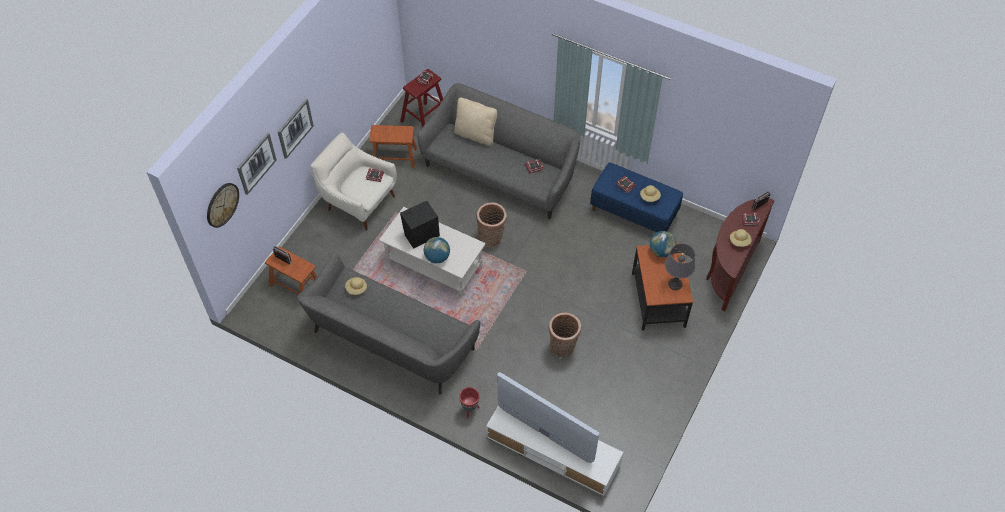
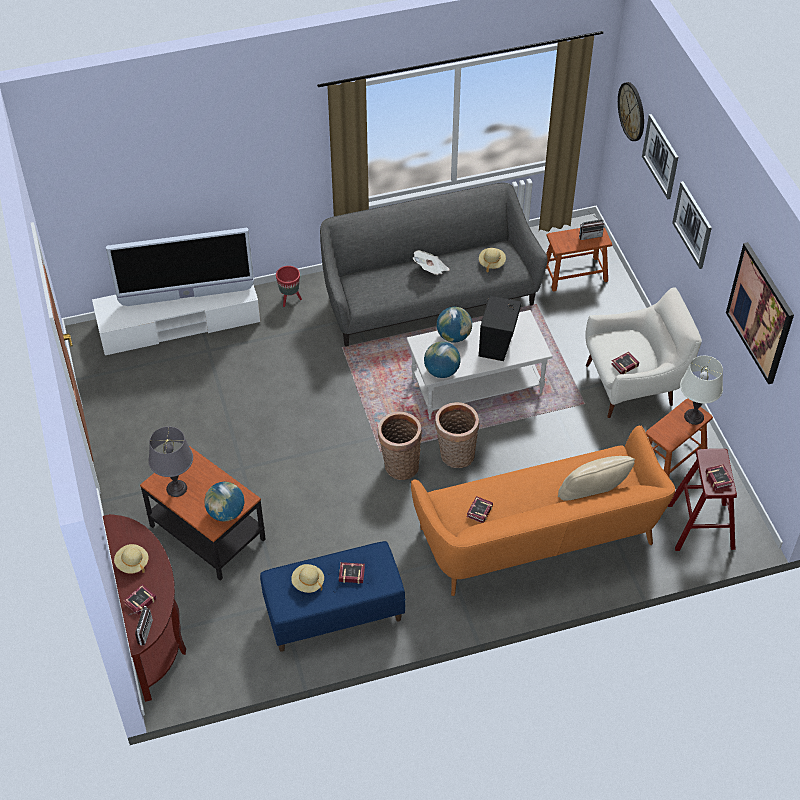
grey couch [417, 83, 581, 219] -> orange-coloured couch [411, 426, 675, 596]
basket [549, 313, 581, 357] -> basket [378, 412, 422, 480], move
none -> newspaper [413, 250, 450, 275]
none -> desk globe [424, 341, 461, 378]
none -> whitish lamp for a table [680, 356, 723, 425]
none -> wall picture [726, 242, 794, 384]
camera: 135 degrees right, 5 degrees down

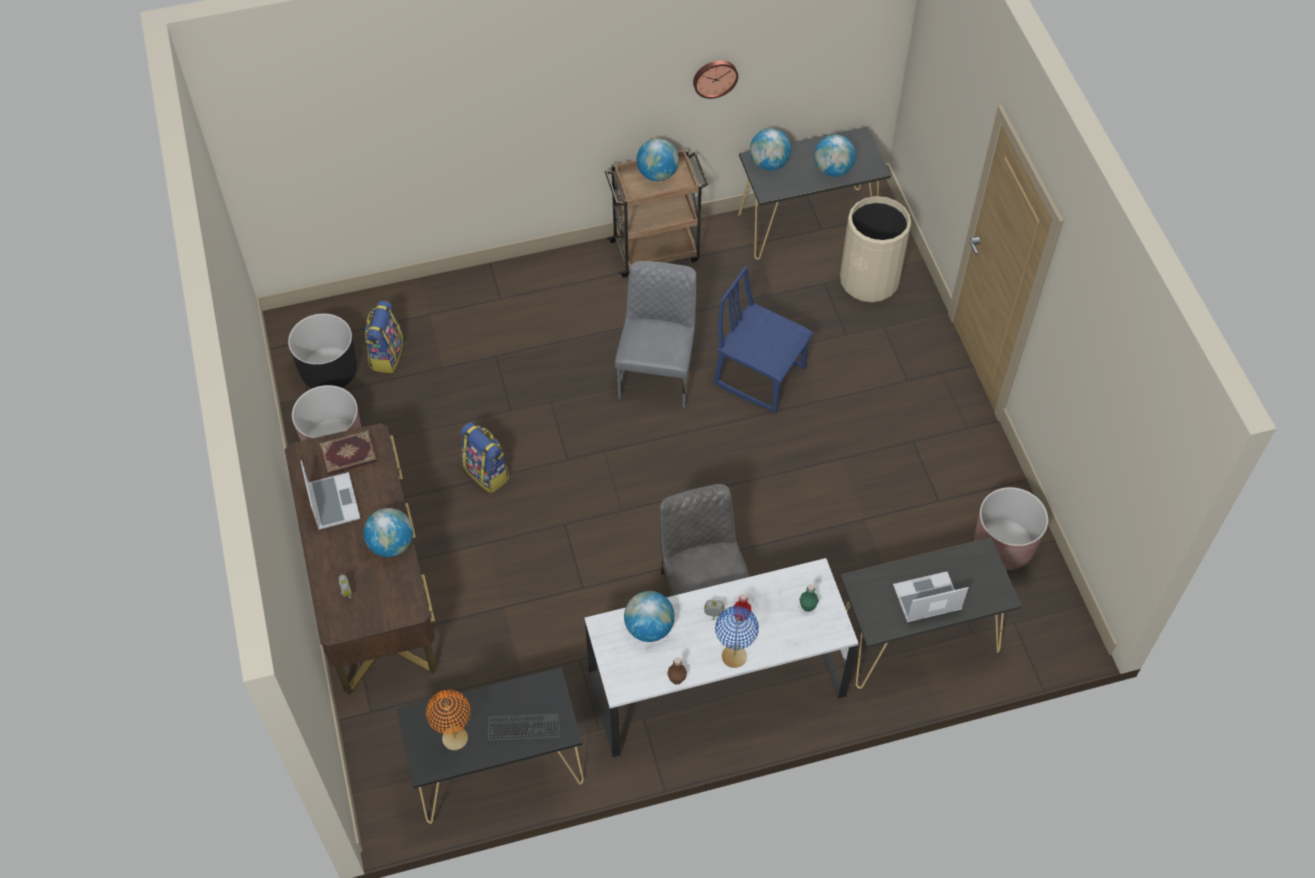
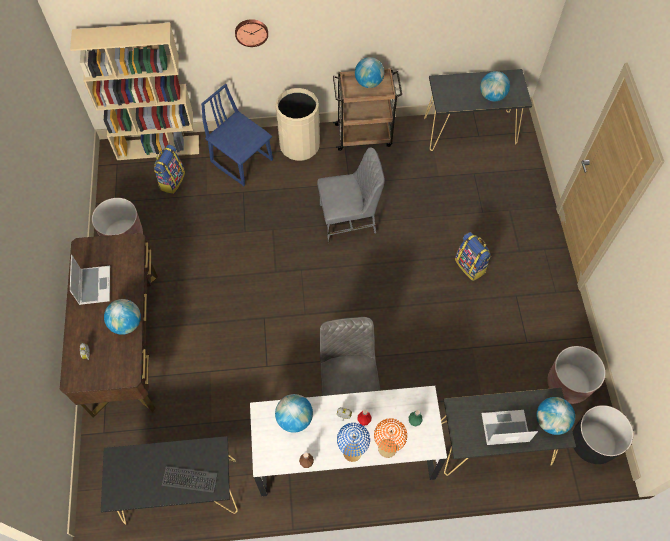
black-coloured plant pot [288, 313, 357, 388] -> black-coloured plant pot [573, 405, 633, 464], move
bound book [319, 430, 377, 475] -> none
orange-coloured lamp for a table [426, 690, 471, 750] -> orange-coloured lamp for a table [374, 418, 407, 458], move
knapsack [461, 422, 509, 493] -> knapsack [455, 232, 491, 281], move
grey chair [615, 261, 696, 408] -> grey chair [317, 147, 385, 243], 60 degrees clockwise
wall clock [693, 60, 738, 99] -> wall clock [235, 19, 268, 47], move
blue chair [714, 266, 814, 413] -> blue chair [201, 84, 273, 186], move
desk globe [750, 128, 791, 171] -> desk globe [537, 397, 575, 435], move
beige trash can [840, 196, 911, 303] -> beige trash can [275, 88, 320, 161], move
none -> beige shelving unit [70, 23, 199, 160]
camera: 10 degrees right, 5 degrees up

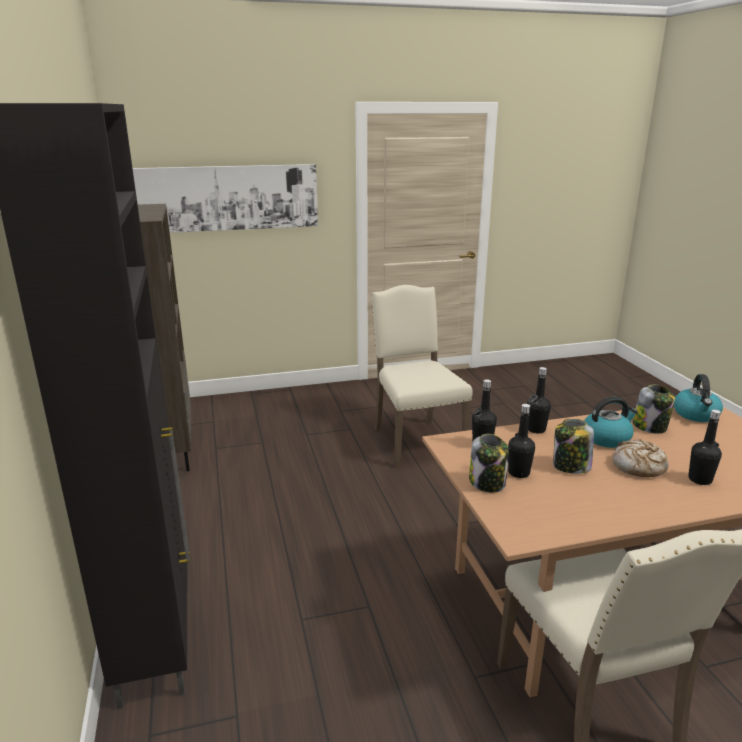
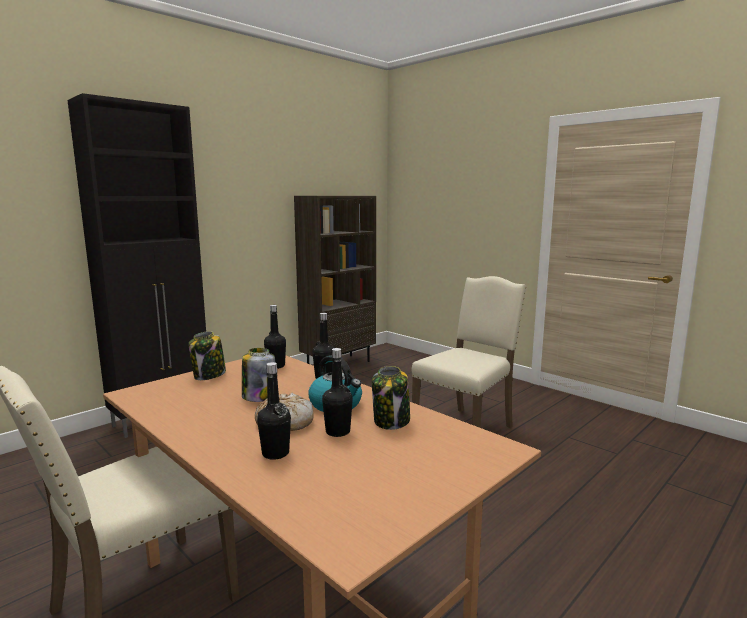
wall picture [133, 164, 318, 233] -> none
black-coloured beverage bottle [508, 404, 535, 478] -> black-coloured beverage bottle [322, 348, 353, 437], move
tea kettle [674, 374, 723, 422] -> none
camera: 60 degrees right, 10 degrees down

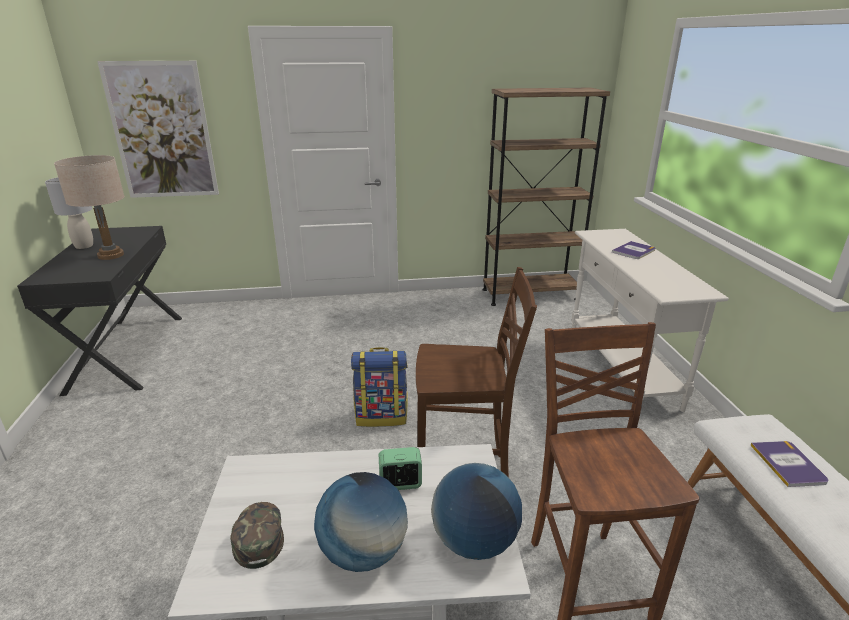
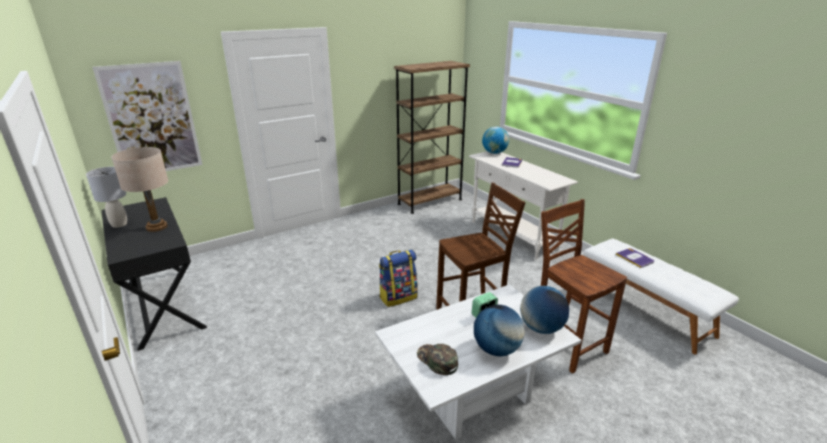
none -> desk globe [482, 127, 509, 154]
camera: 25 degrees left, 0 degrees up

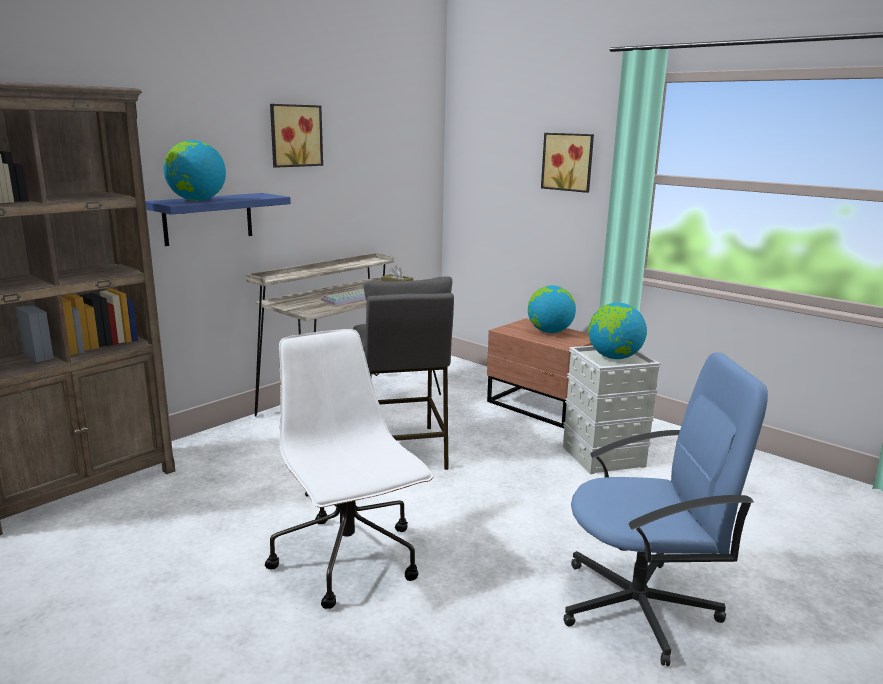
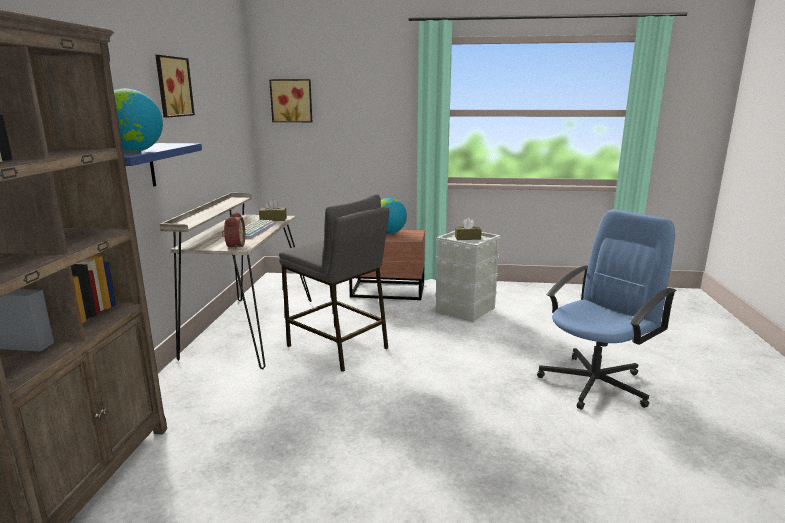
whitish office chair [265, 329, 433, 609] -> none
wall picture [541, 133, 594, 193] -> wall picture [269, 79, 312, 122], move
desk globe [588, 303, 647, 359] -> brown tissue holder [455, 218, 482, 240]
none -> bedside clock [222, 211, 245, 250]
camera: 35 degrees left, 0 degrees up

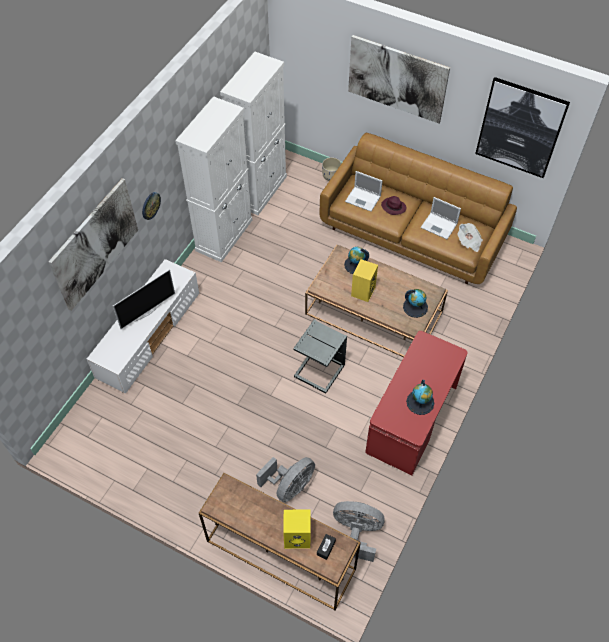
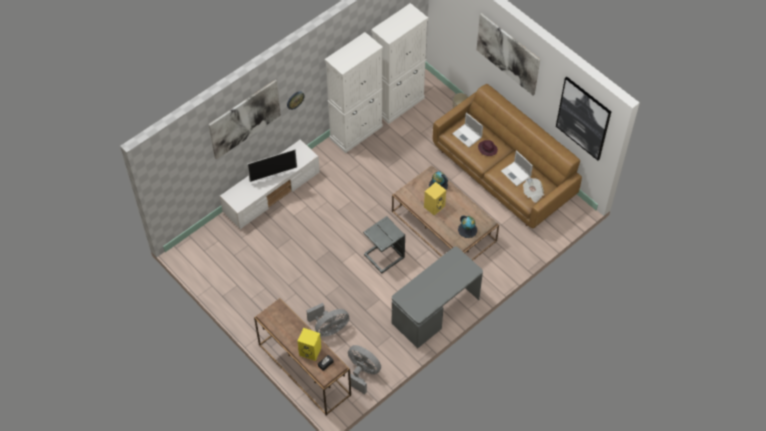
red desk unit [365, 331, 468, 475] -> grey desk unit [392, 247, 483, 349]
desk globe [406, 380, 434, 415] -> none
camera: 20 degrees right, 0 degrees up

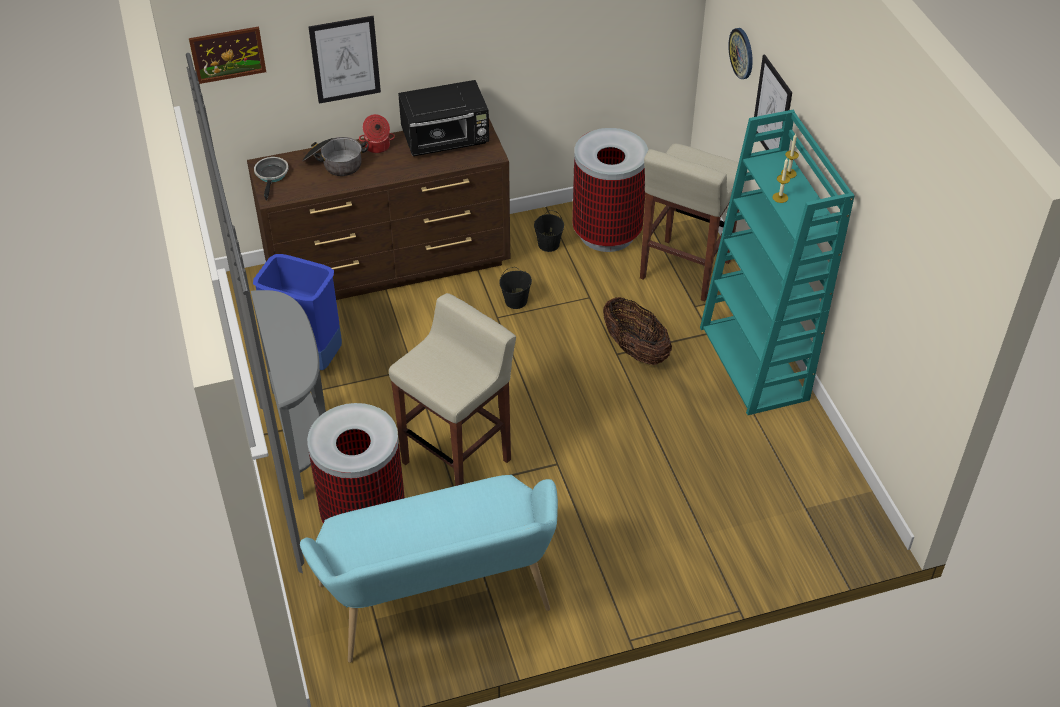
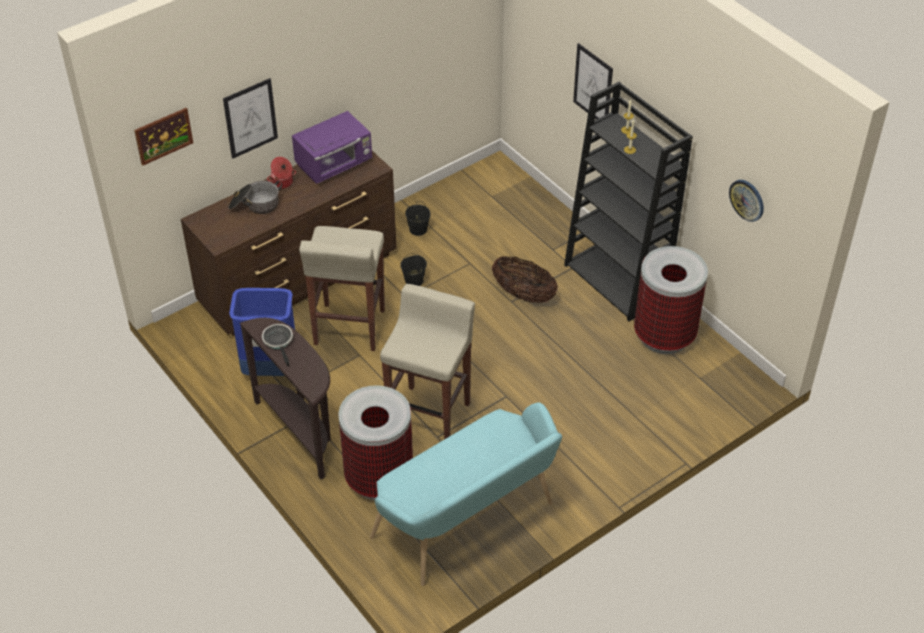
grey narrow table [251, 290, 326, 500] -> brown narrow table [239, 318, 331, 480]
pan [254, 157, 289, 201] -> pan [262, 324, 293, 366], move
black-coloured microwave oven [398, 80, 489, 156] -> purple-coloured microwave oven [292, 111, 372, 184]
trash can [572, 128, 648, 252] -> trash can [634, 246, 708, 354], move
beige stool seat [640, 144, 739, 302] -> beige stool seat [299, 226, 385, 351], move
turquoise shelving unit [700, 110, 855, 415] -> black-coloured shelving unit [564, 82, 693, 321]
wall clock [728, 28, 753, 79] -> wall clock [729, 180, 764, 222], move
camera: 20 degrees left, 0 degrees up

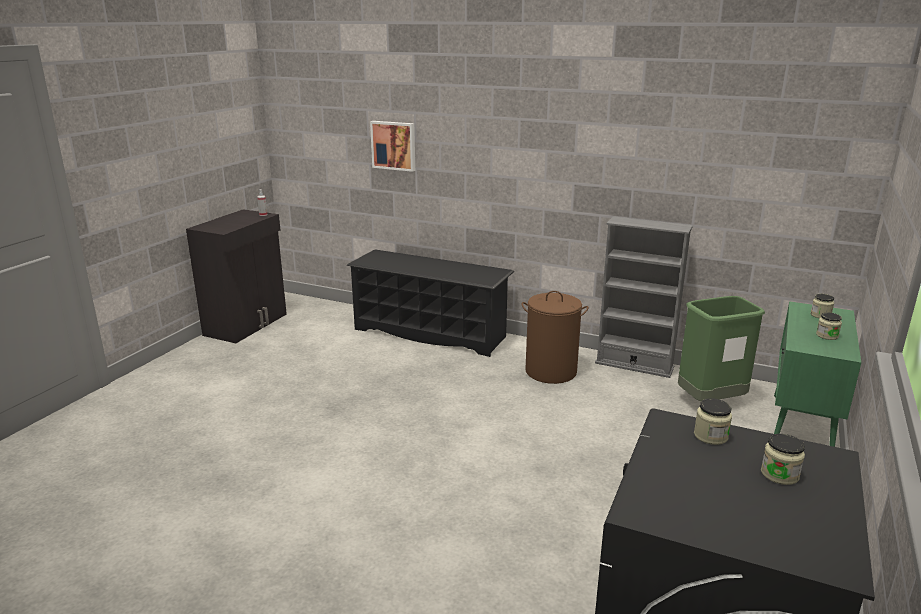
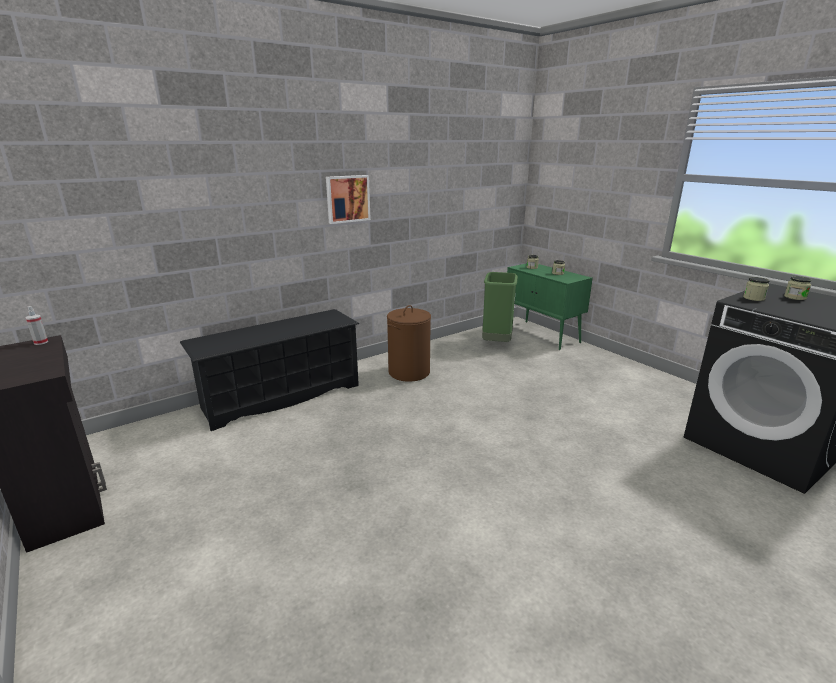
wall picture [370, 121, 415, 172] -> wall picture [326, 175, 371, 224], move
grey shelving unit [595, 216, 693, 378] -> none
camera: 60 degrees left, 0 degrees up

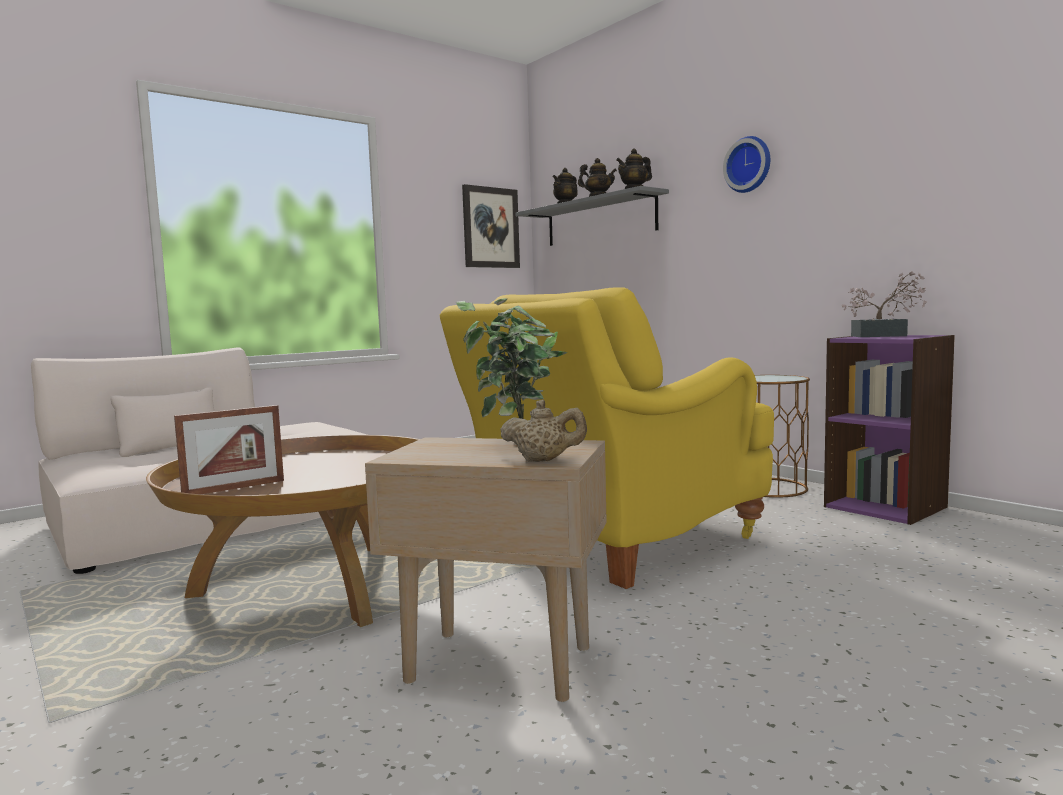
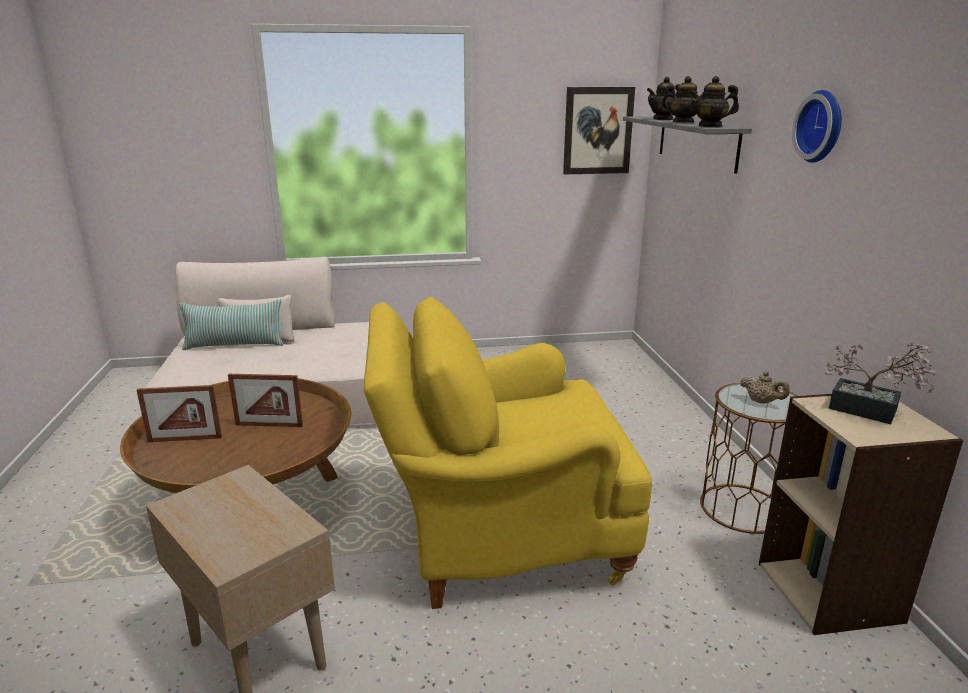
plant in a pot [456, 298, 567, 419] -> none
beige tea pot [501, 400, 587, 462] -> beige tea pot [740, 371, 789, 404], move
purple-coloured shelving unit [824, 335, 955, 525] -> beige shelving unit [759, 394, 964, 635]
none -> cushion [179, 300, 283, 350]
none -> photo frame [228, 374, 303, 427]
camera: 30 degrees right, 15 degrees up

